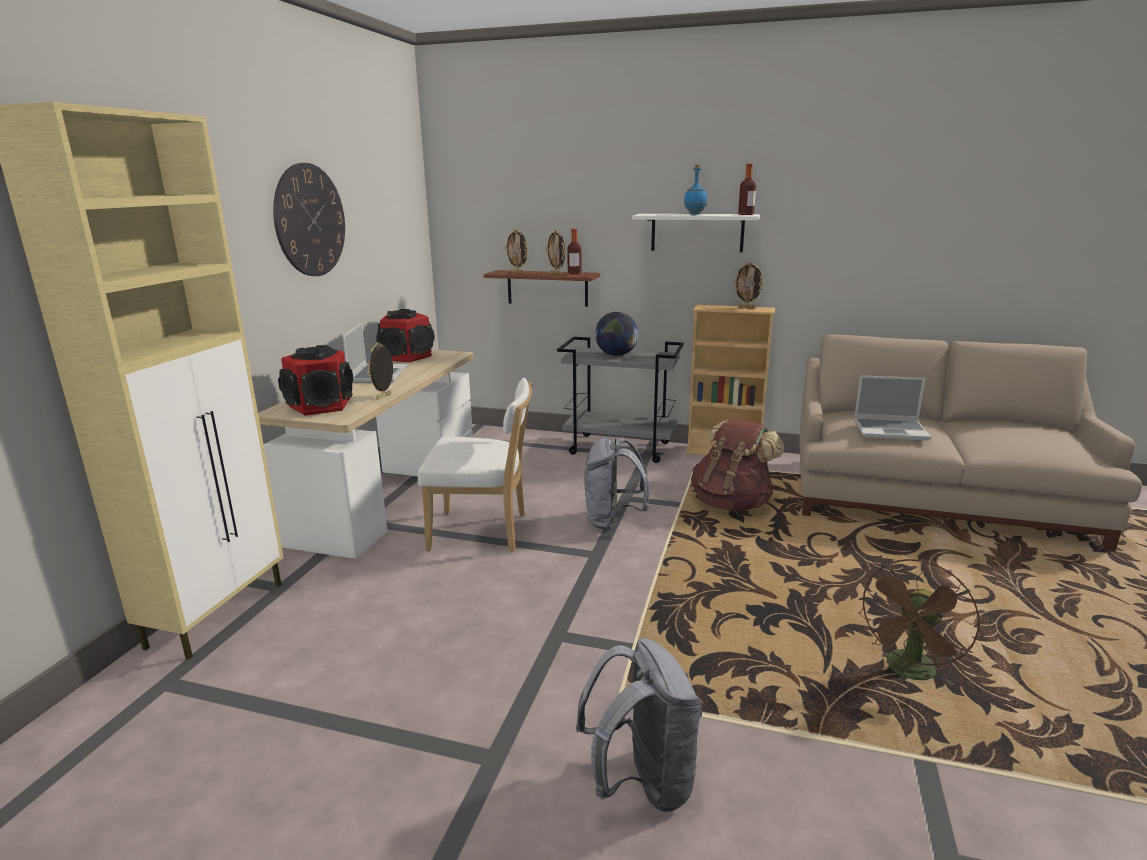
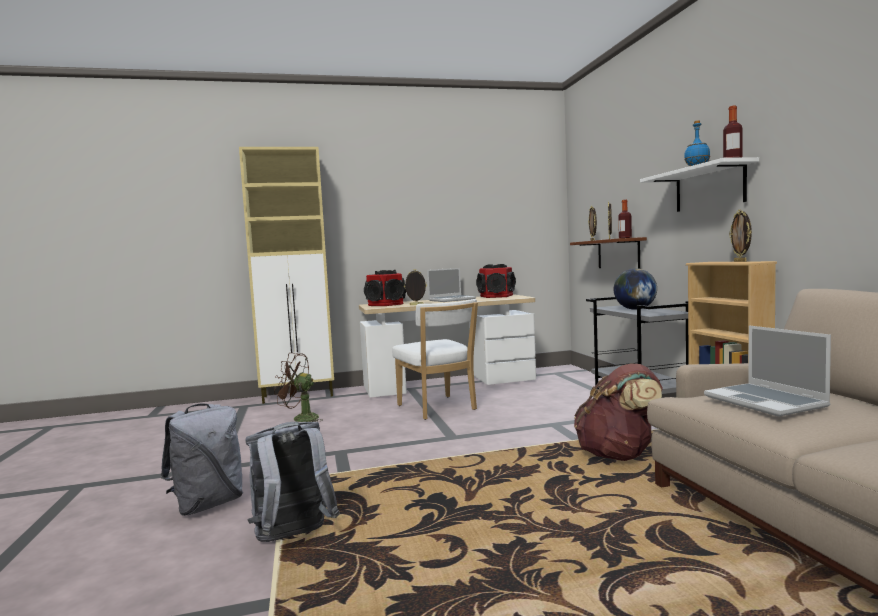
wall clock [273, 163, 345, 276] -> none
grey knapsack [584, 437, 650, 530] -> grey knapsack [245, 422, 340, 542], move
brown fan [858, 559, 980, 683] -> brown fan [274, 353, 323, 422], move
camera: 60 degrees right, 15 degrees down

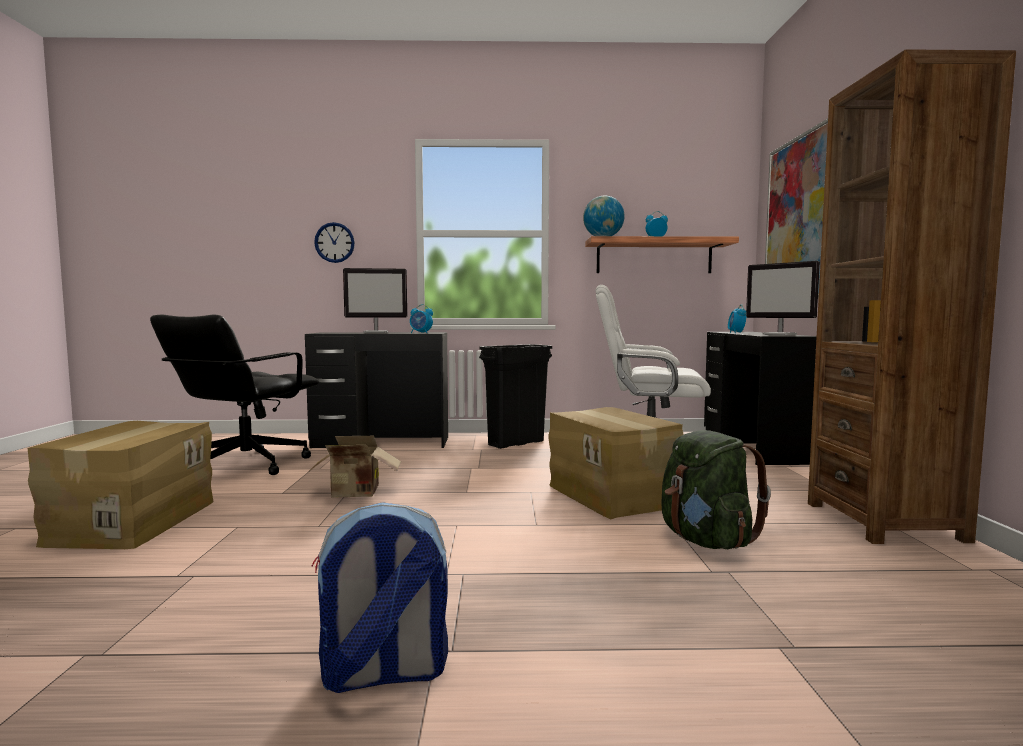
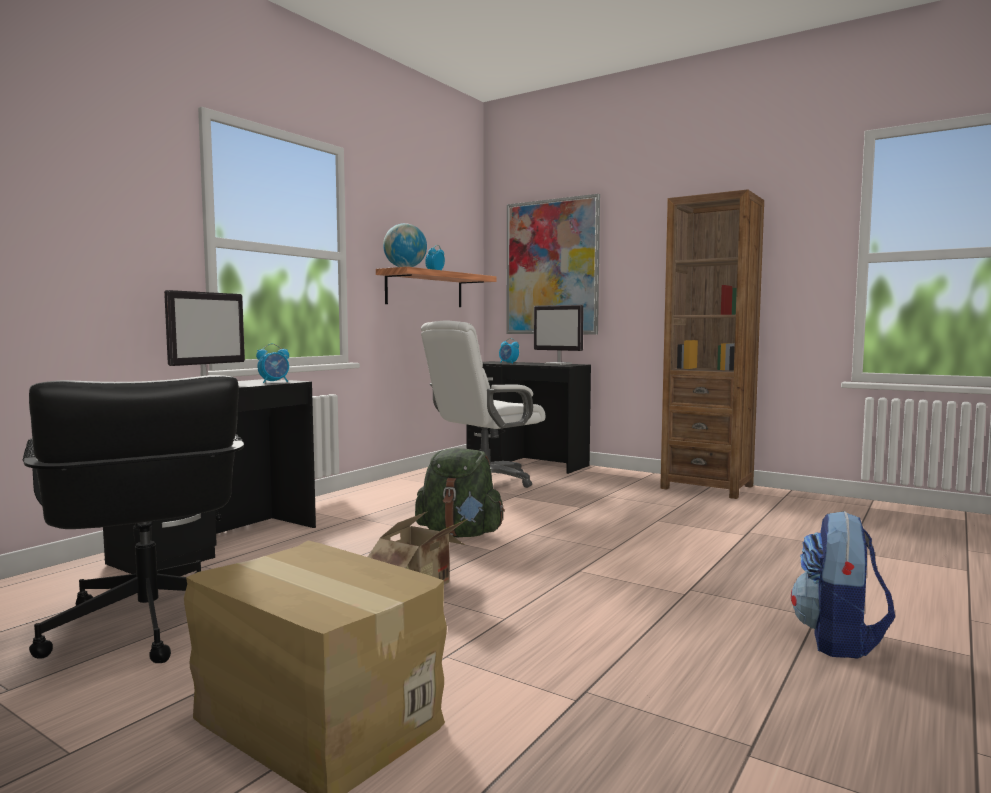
wall clock [314, 222, 355, 263] -> none
black-coloured trash can [479, 344, 552, 449] -> none
packing box [548, 407, 684, 519] -> none
greenish knapsack [662, 430, 771, 549] -> greenish knapsack [415, 448, 505, 538], move
computer screen [746, 261, 820, 335] -> computer screen [534, 305, 584, 365], 45 degrees clockwise
camera: 55 degrees left, 0 degrees up

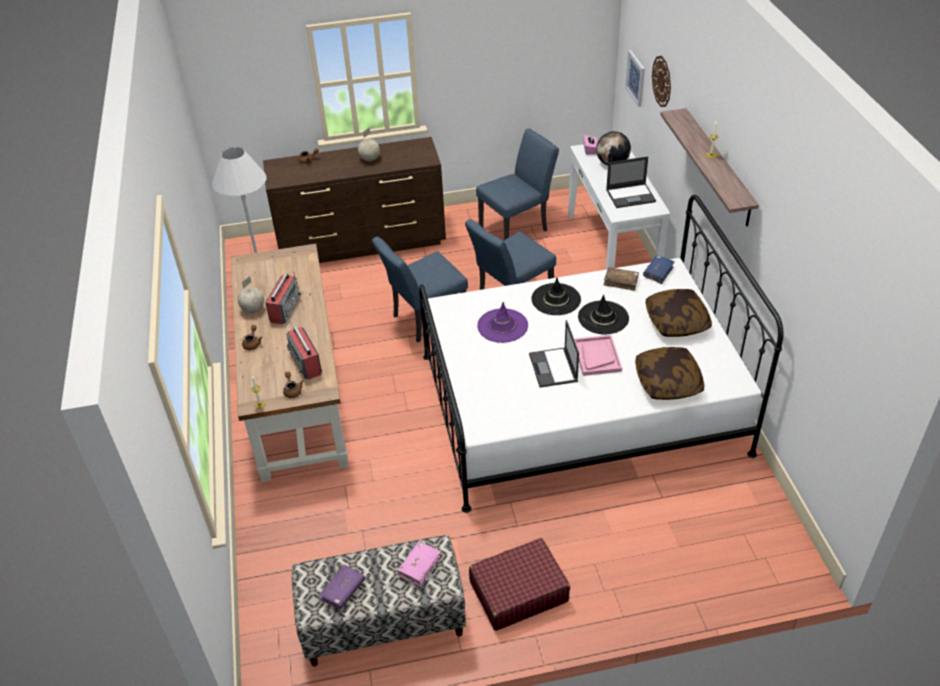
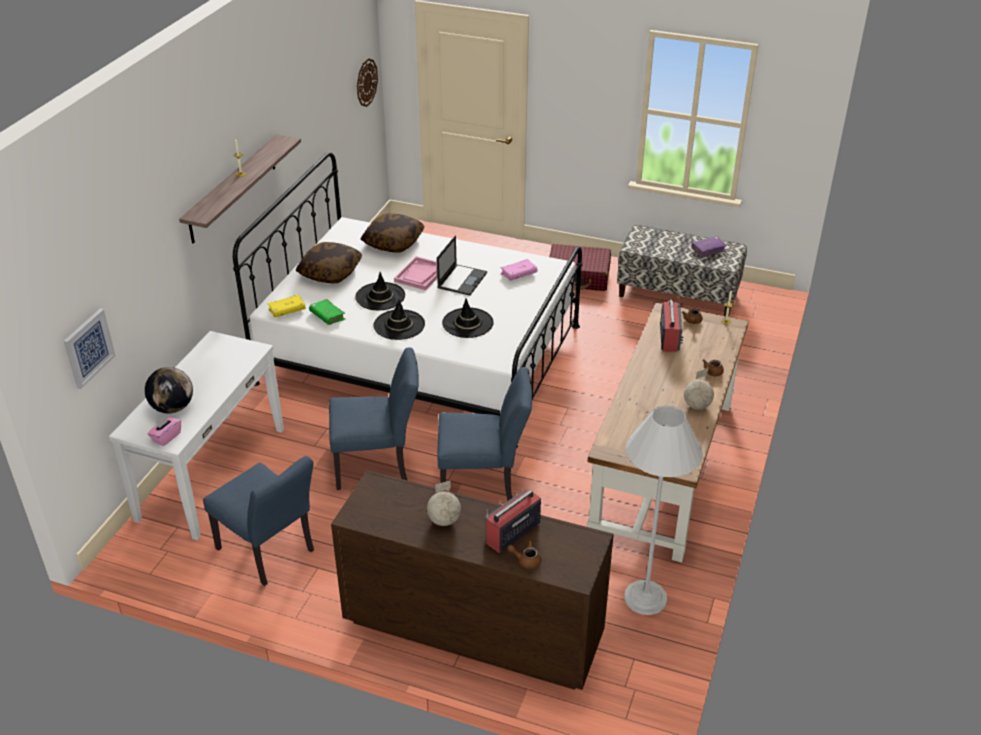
radio set [265, 273, 301, 324] -> radio set [485, 489, 541, 553], move
pink bound book [397, 541, 441, 587] -> pink bound book [500, 259, 537, 280], move
blue chair [476, 128, 559, 240] -> blue chair [203, 456, 314, 586], 135 degrees counterclockwise
purple-coloured clothing hat [477, 302, 528, 343] -> black-coloured clothing hat [442, 298, 494, 338]
brown bound book [603, 267, 639, 291] -> greenish bound book [309, 299, 345, 325]
laptop [606, 156, 656, 208] -> none
blue bound book [643, 255, 675, 284] -> yellowish bound book [267, 294, 306, 317]
wall clock [652, 56, 671, 107] -> wall clock [357, 58, 378, 107], move
camera: 150 degrees left, 5 degrees down

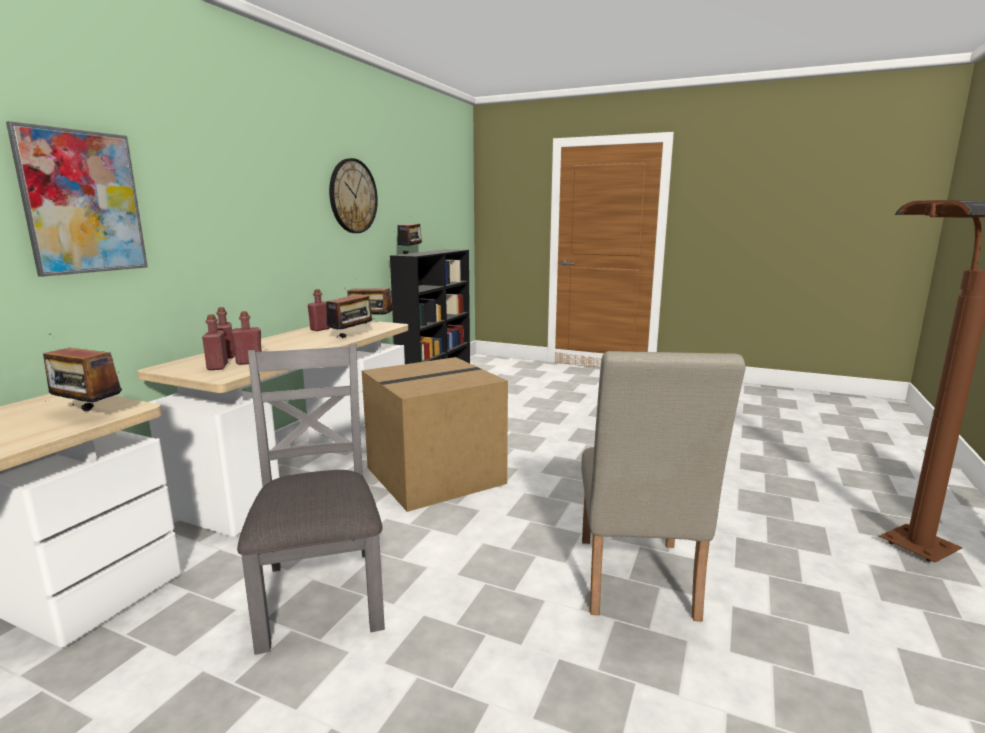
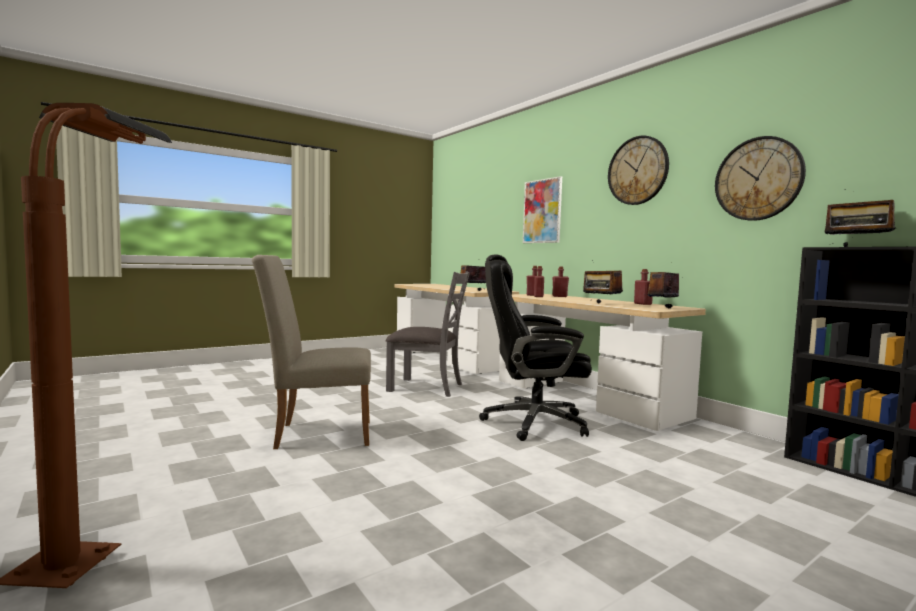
packing box [362, 357, 508, 512] -> black-coloured office chair [479, 254, 592, 441]
beige chair [581, 351, 746, 622] -> beige chair [252, 255, 371, 449], 45 degrees counterclockwise
none -> wall clock [608, 136, 669, 205]
camera: 120 degrees right, 10 degrees down

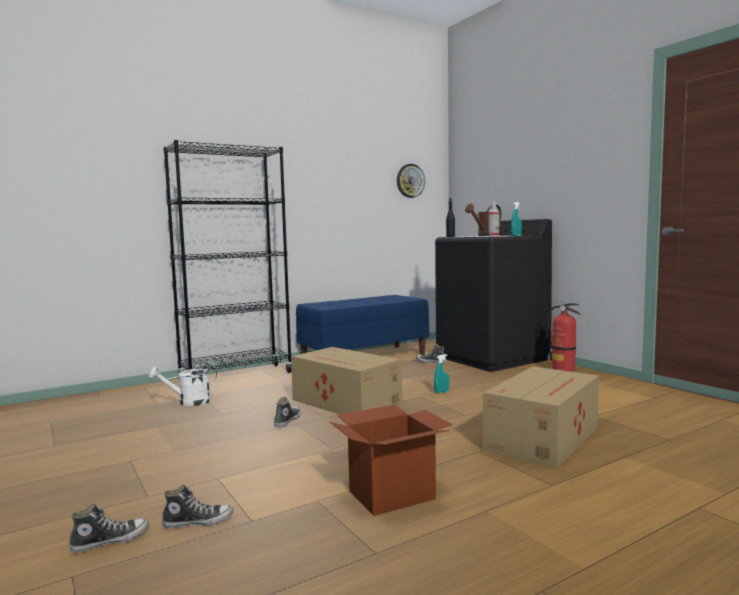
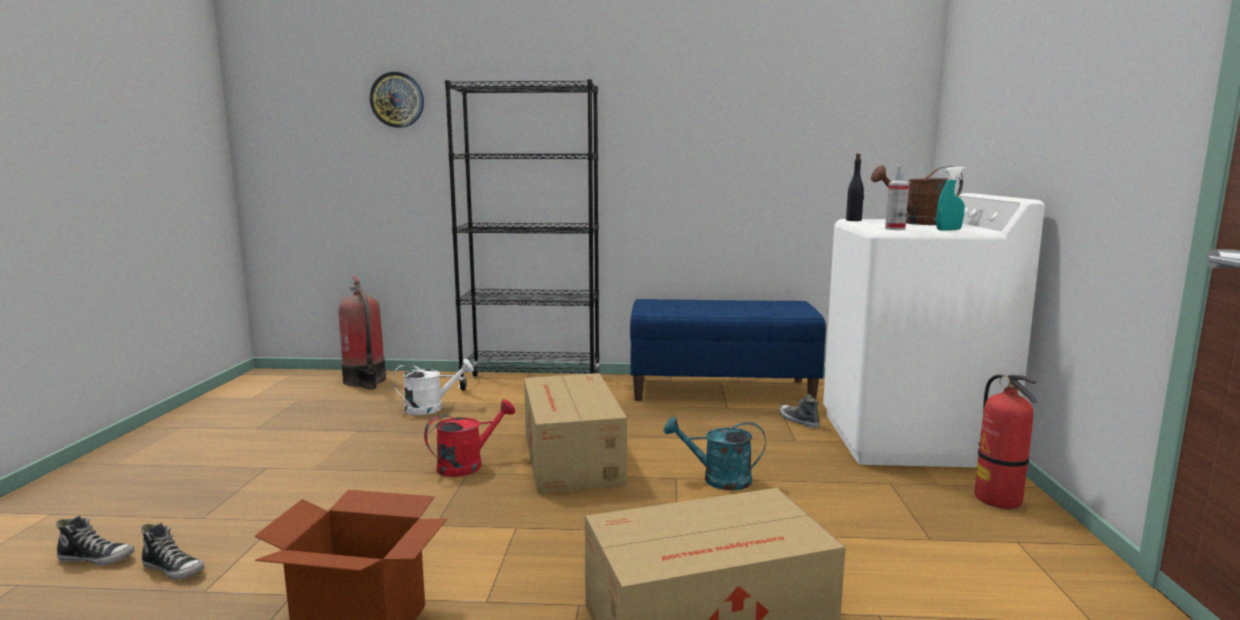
whitish watering pot [149, 362, 217, 406] -> whitish watering pot [393, 359, 474, 415], 150 degrees clockwise
shoe [274, 397, 301, 427] -> red watering pot [424, 399, 515, 477]
wall clock [397, 164, 425, 198] -> wall clock [370, 72, 424, 128], move
turquoise spray bottle [434, 354, 449, 393] -> turquoise watering pot [664, 417, 765, 490]
black-coloured laundry appliance [435, 219, 552, 372] -> whitish laundry appliance [823, 193, 1045, 467]
none -> fire extinguisher [339, 276, 386, 390]
camera: 35 degrees right, 5 degrees up

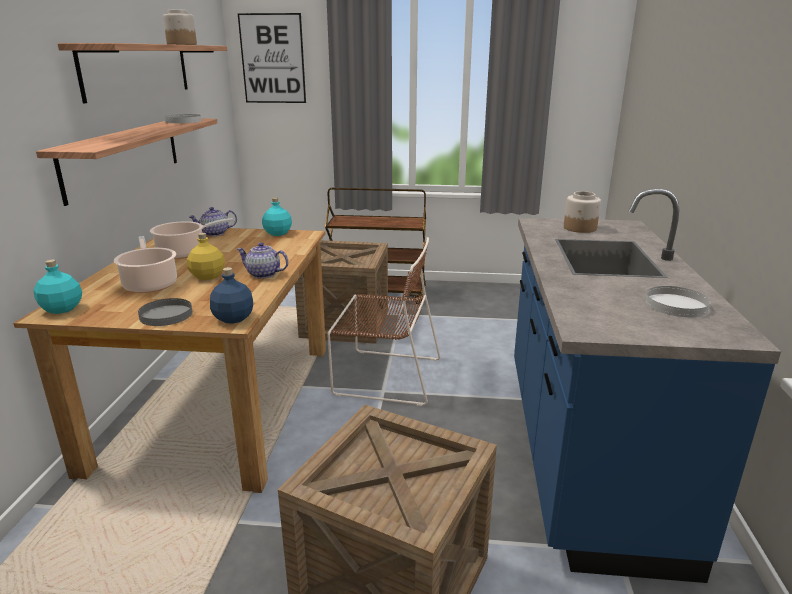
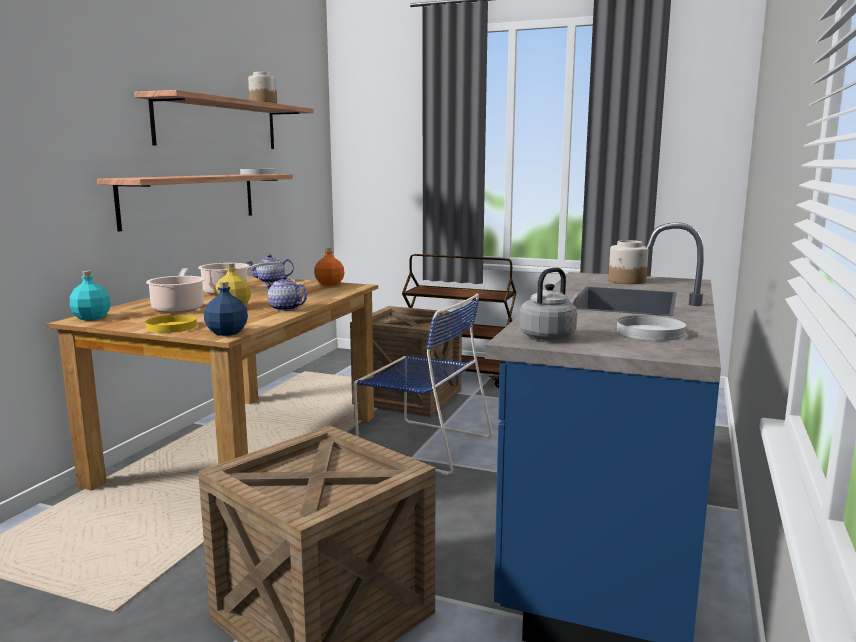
grey dinner plate [138, 298, 193, 326] -> yellowish dinner plate [146, 315, 197, 333]
wall picture [238, 13, 306, 103] -> none
turquoise beverage bottle [262, 197, 292, 236] -> orange-coloured beverage bottle [314, 247, 344, 286]
brown chair [328, 237, 440, 406] -> blue chair [354, 294, 492, 475]
none -> grey tea kettle [519, 268, 580, 340]
camera: 15 degrees right, 10 degrees down

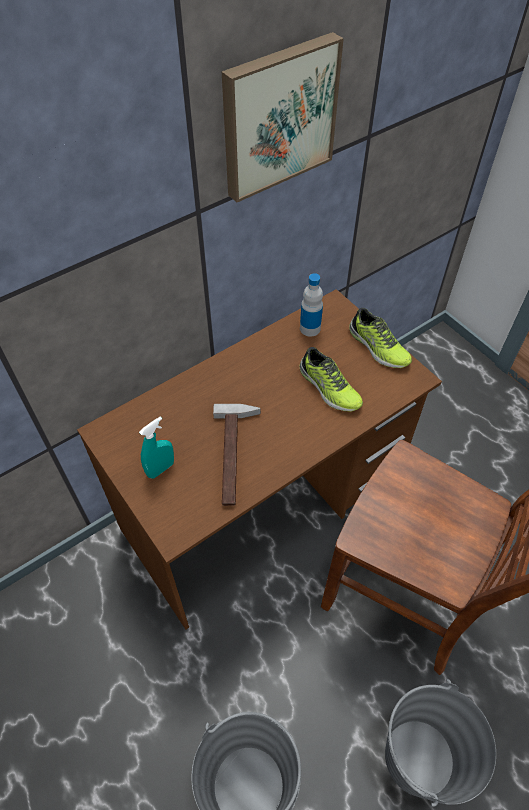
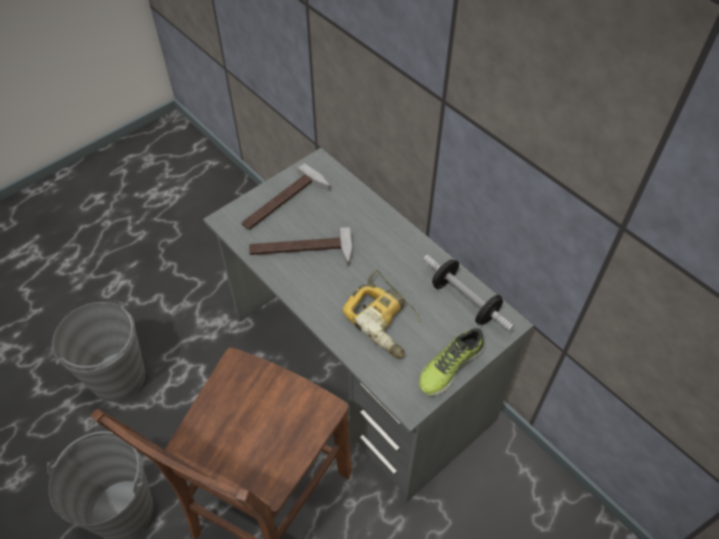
brown desk unit [77, 289, 442, 630] -> grey desk unit [203, 148, 534, 503]
turquoise spray bottle [139, 417, 174, 479] -> tool hammer [242, 163, 330, 230]
wall picture [222, 32, 344, 202] -> none
beverage bottle [300, 273, 323, 337] -> hand weight [423, 255, 514, 331]
shoe [300, 347, 363, 412] -> drill [343, 270, 421, 359]
camera: 85 degrees right, 0 degrees up

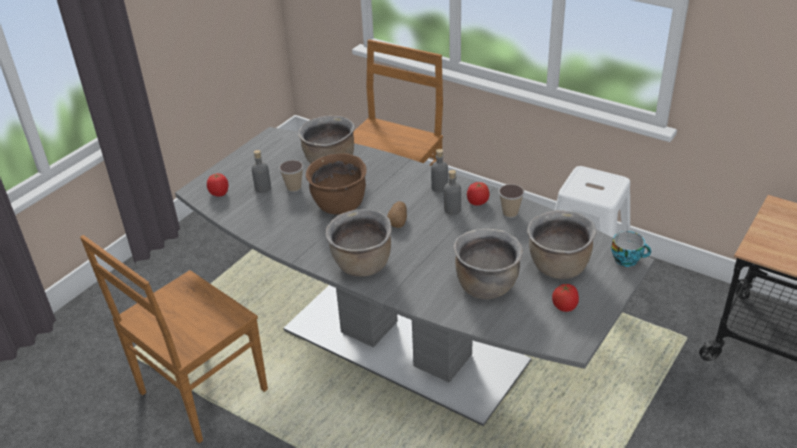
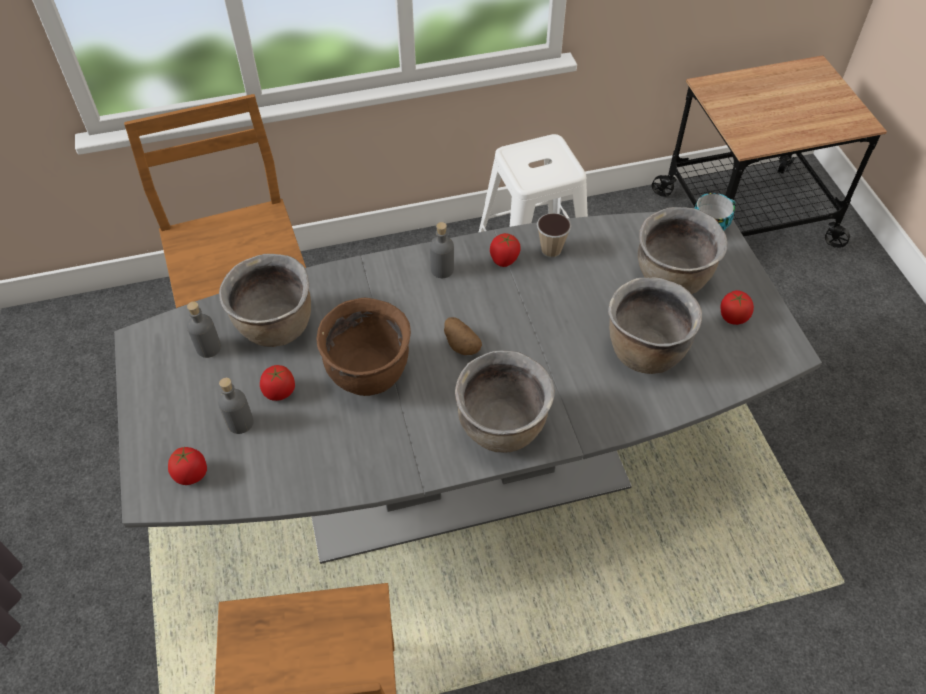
cup [279, 160, 303, 192] -> whole tomato [260, 365, 295, 401]
grey beverage bottle [444, 170, 461, 215] -> grey beverage bottle [187, 301, 221, 358], move
camera: 50 degrees left, 15 degrees up

